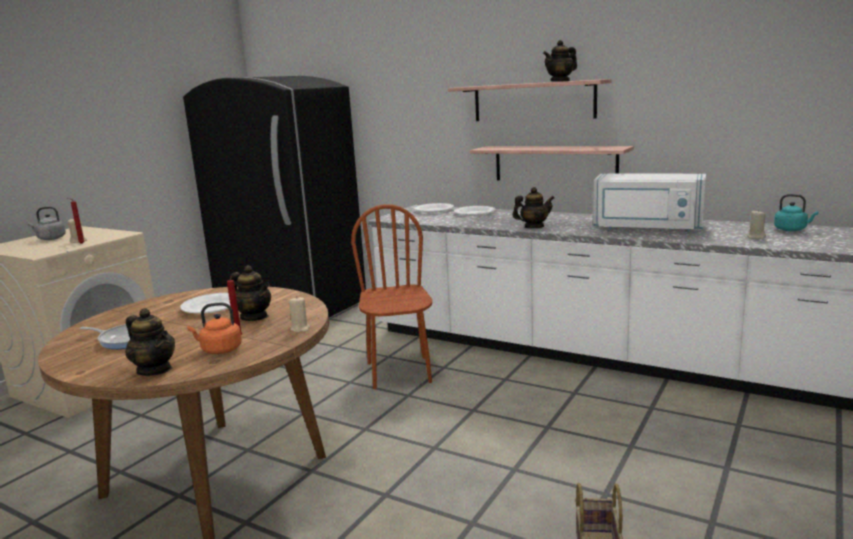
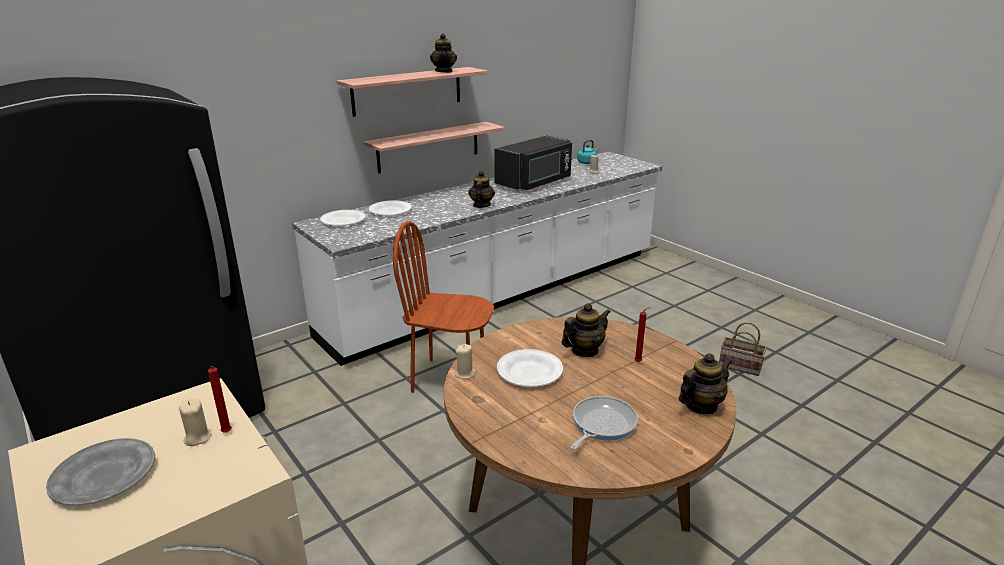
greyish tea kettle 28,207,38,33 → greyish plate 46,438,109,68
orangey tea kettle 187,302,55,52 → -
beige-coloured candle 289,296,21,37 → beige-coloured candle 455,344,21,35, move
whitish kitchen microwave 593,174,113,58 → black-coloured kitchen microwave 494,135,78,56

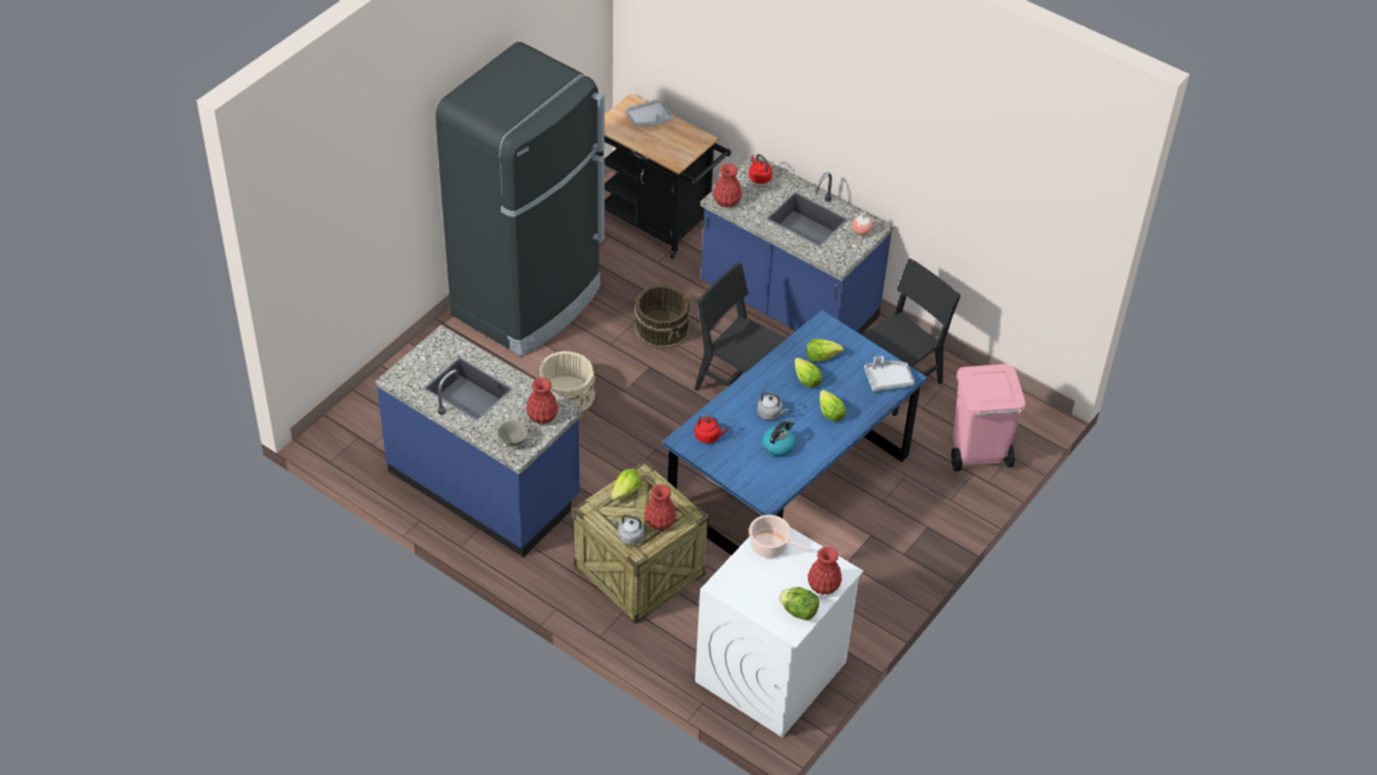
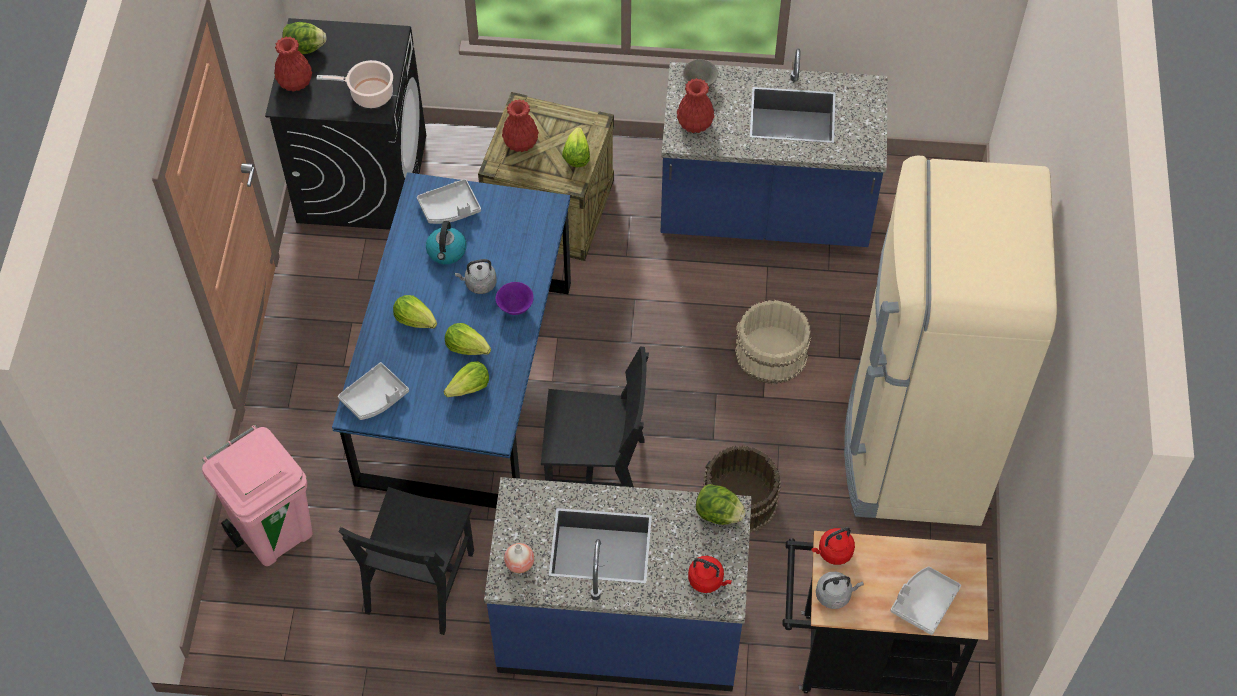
black-coloured kitchen fridge 436,42,169,314 → beige-coloured kitchen fridge 844,156,213,370
greyish tea kettle 613,514,31,31 → greyish tea kettle 816,572,48,37, move
reddish tea kettle 695,416,32,27 → reddish tea kettle 811,527,44,38, move
whitish washing machine 695,527,168,210 → black-coloured washing machine 265,18,161,212
reddish flower vase 713,164,29,43 → lettuce 696,484,50,41
- → greyish serving tray 417,179,64,45
- → purple bowl 495,282,38,33

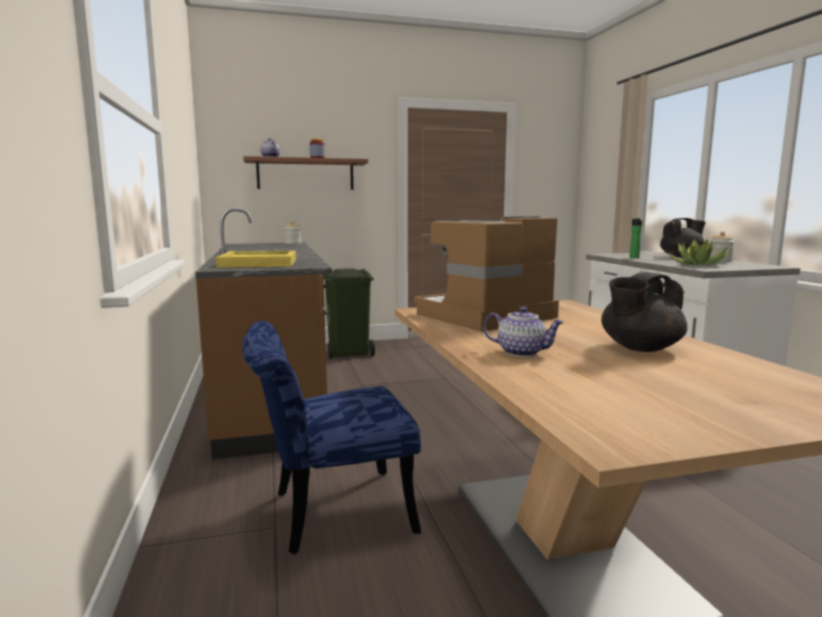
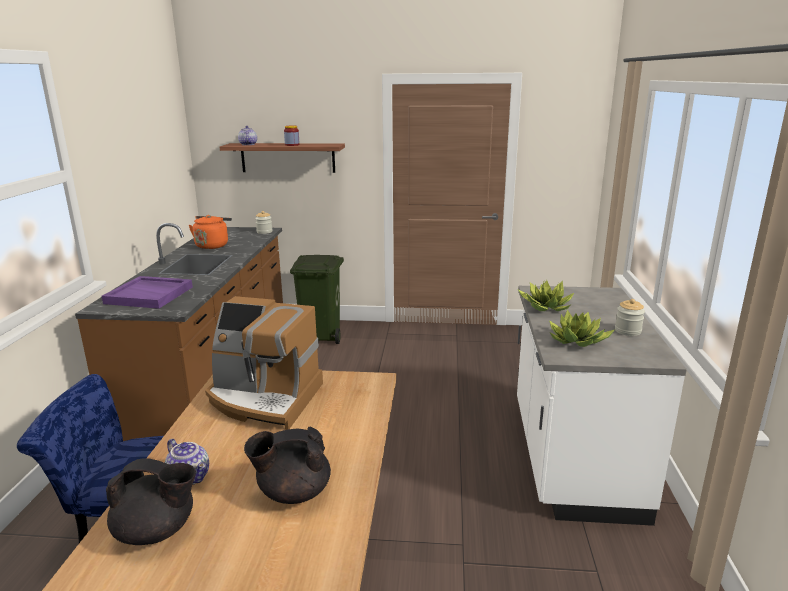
yellowish serving tray 216,251,80,17 → purple serving tray 102,276,91,33
coffee maker 414,216,145,116 → coffee maker 205,296,118,134, 150 degrees counterclockwise
bottle 629,218,13,40 → houseplant 518,280,56,31
black-coloured pot for tea 660,218,46,39 → black-coloured pot for tea 106,458,90,87, move
- → orangey tea kettle 189,215,43,34

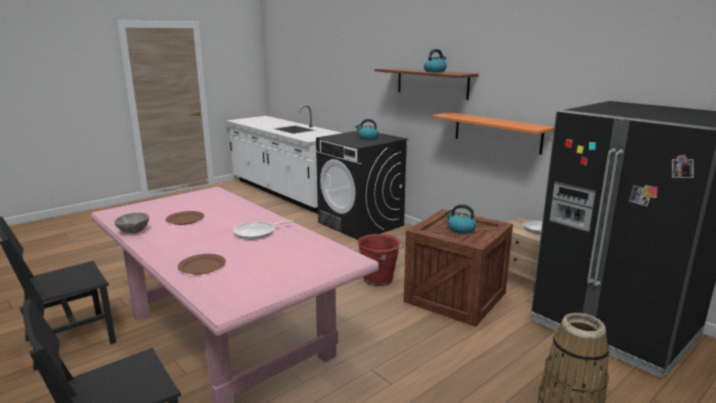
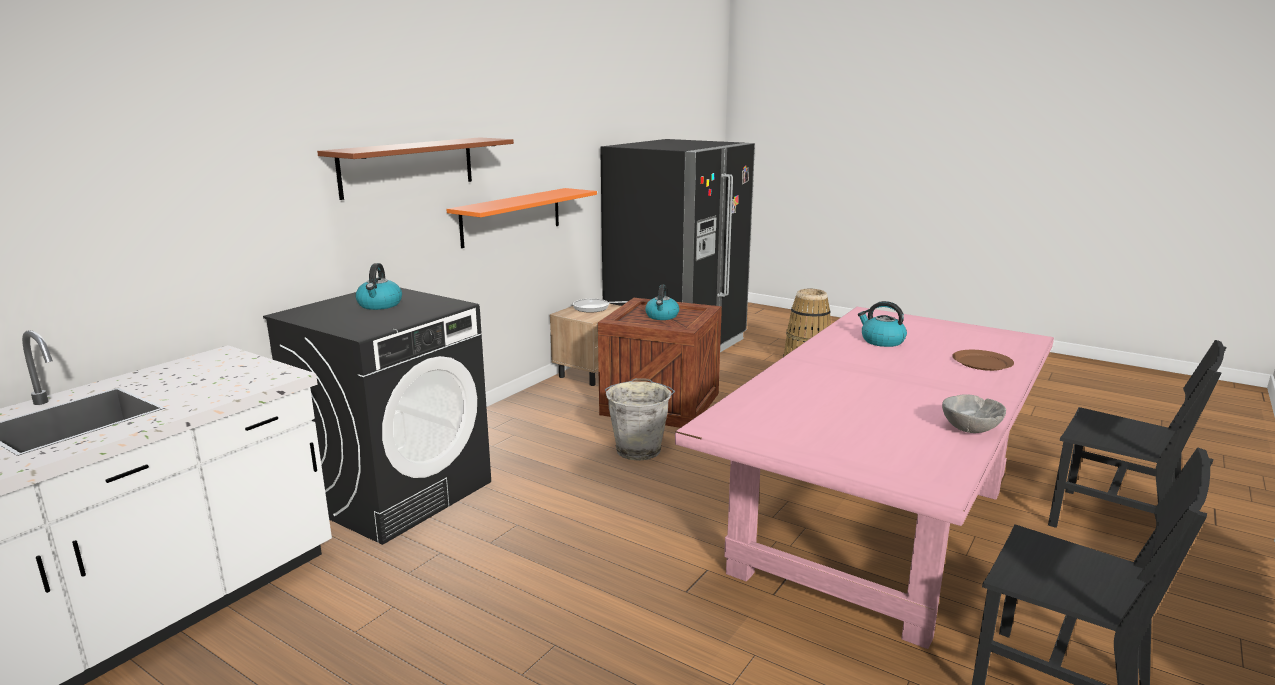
brownish plate 166,211,38,14 → -
skillet 233,220,60,20 → -
reddish water bucket 357,234,48,52 → greyish water bucket 605,378,70,83
tea kettle 424,49,23,23 → tea kettle 858,301,49,46, move

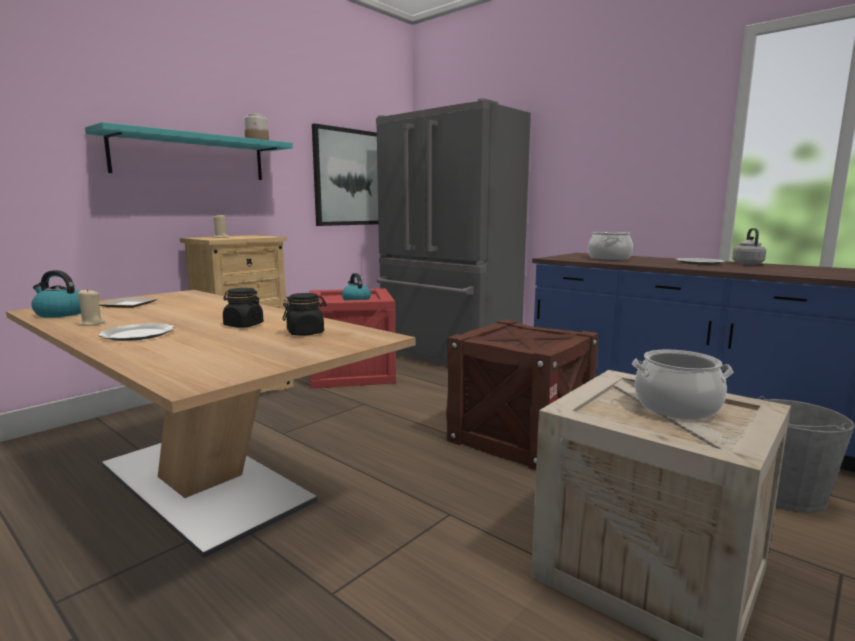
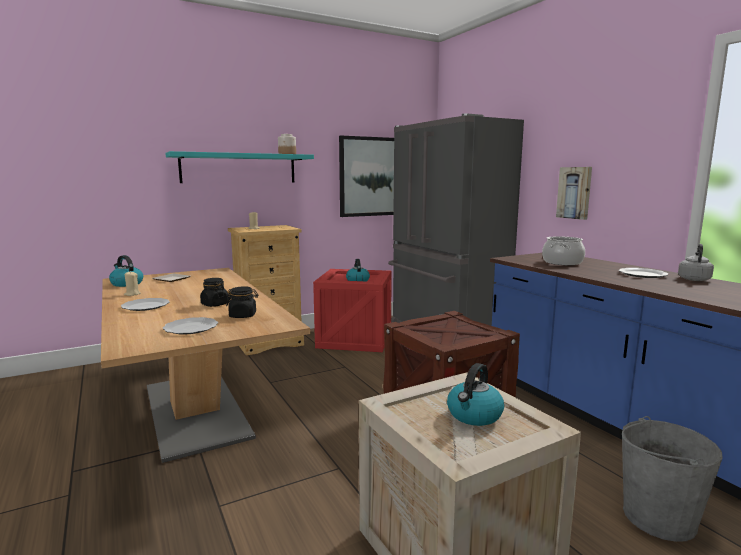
saucepot 632,350,101,69 → tea kettle 447,363,57,63
- → plate 163,317,55,17
- → picture 556,167,36,53

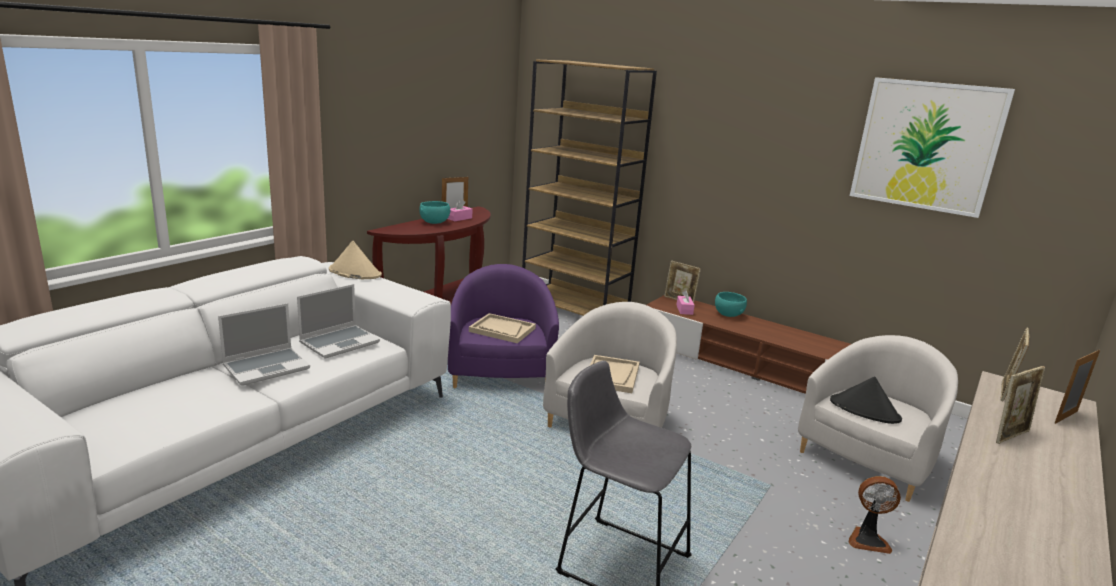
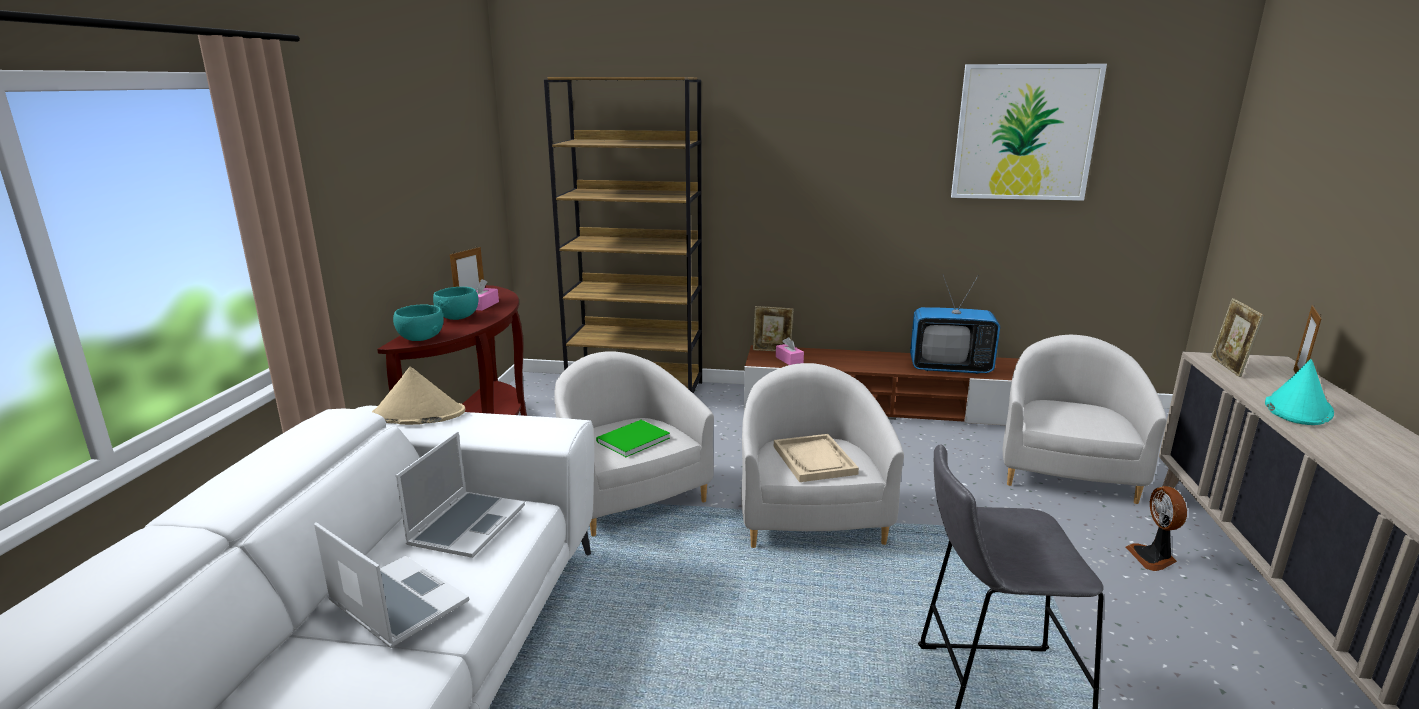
notebook computer 218,303,92,83 → notebook computer 314,522,155,126, 75 degrees counterclockwise
purple armchair 448,264,111,124 → whitish armchair 554,351,160,185
beige-coloured serving tray 469,313,67,30 → green bound book 596,420,74,37
turquoise bowl 715,292,32,25 → turquoise bowl 393,305,50,36, move
black-coloured clothing hat 830,376,72,48 → -
cooling fan 849,476,52,78 → cooling fan 1126,486,61,85, 105 degrees clockwise
standing frame 996,366,49,78 → turquoise clothing hat 1265,359,69,66
- → TV set 910,274,90,100

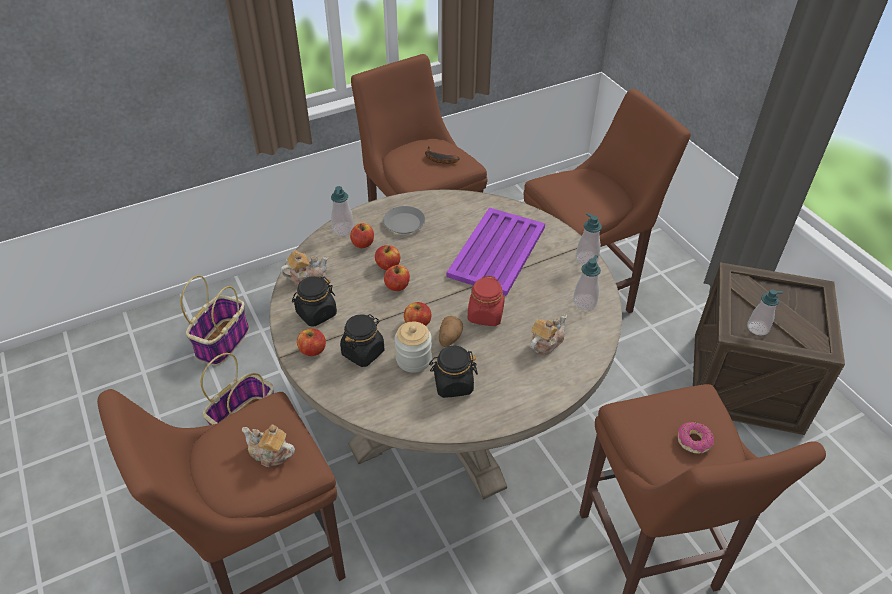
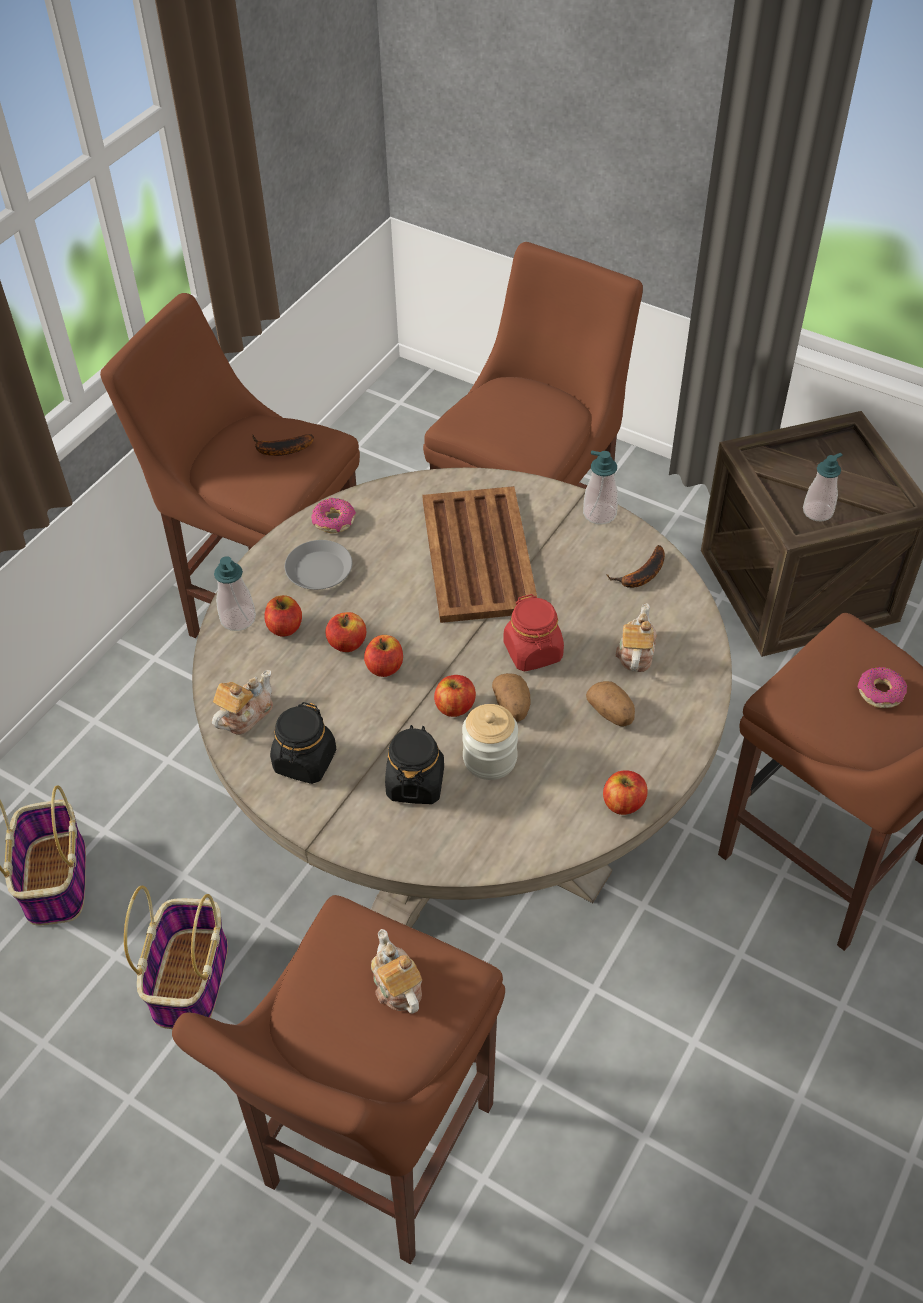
pot for tea 242,425,53,42 → pot for tea 371,929,51,84, 75 degrees clockwise
apple fruit 297,328,29,28 → apple fruit 603,770,45,45, move
black-coloured storage jar 429,345,49,53 → -
purple serving tray 446,207,99,89 → brownish serving tray 422,486,115,137
soap dispenser 573,255,28,55 → banana 607,545,58,43
- → doughnut 311,498,45,35
- → potato 586,681,49,45

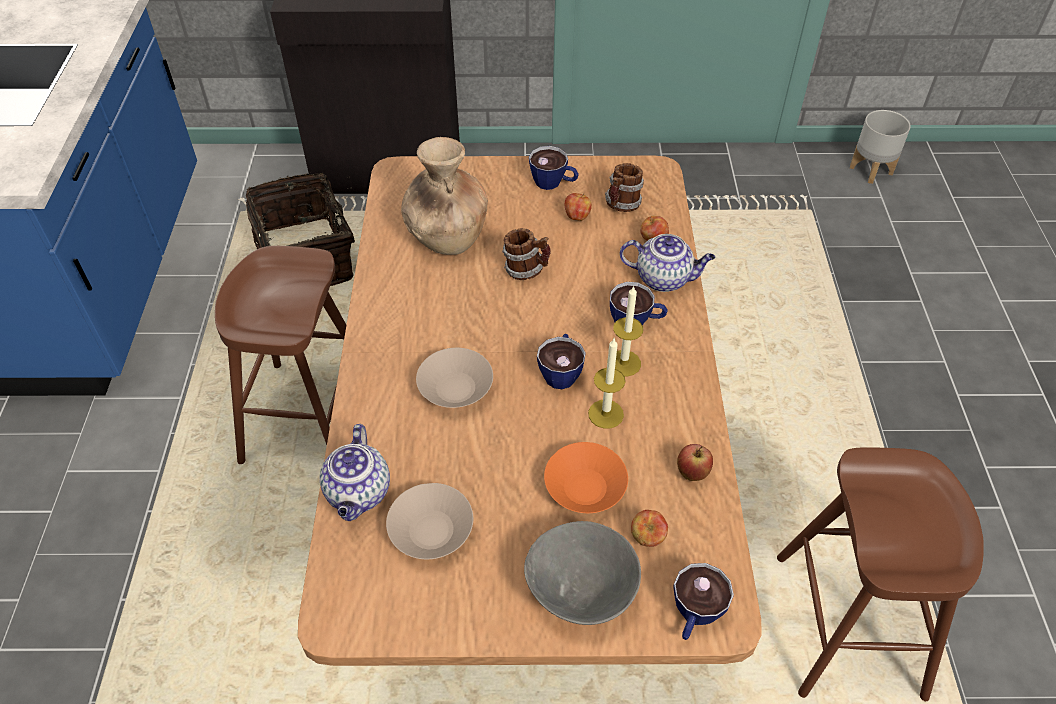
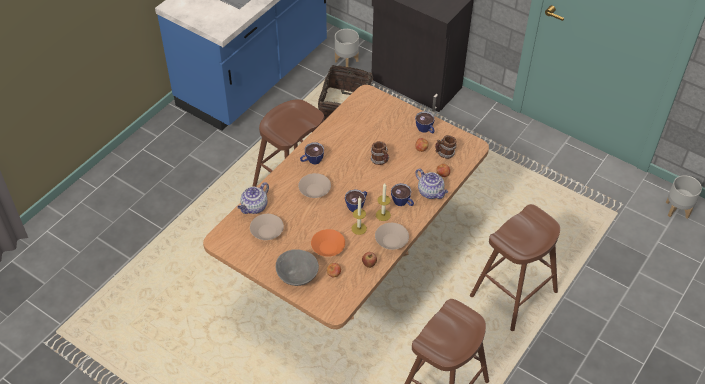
brownish flower vase 401,137,87,118 → -
small cup 673,563,61,77 → small cup 300,142,24,22, move
- → greyish flower pot 335,29,24,38
- → beige-coloured bowl 375,223,34,27
- → brownish sitting stool 470,204,90,127

